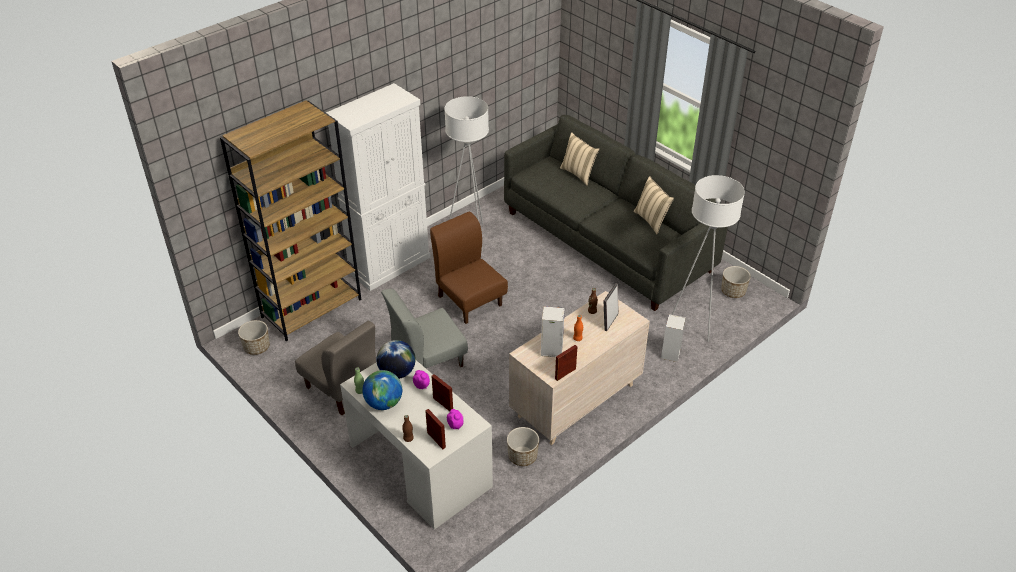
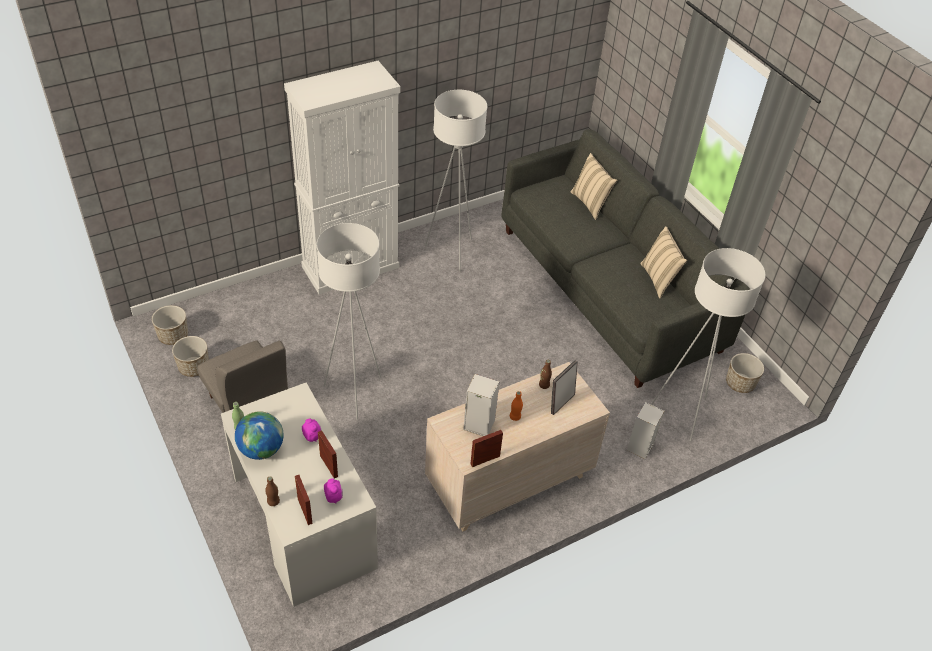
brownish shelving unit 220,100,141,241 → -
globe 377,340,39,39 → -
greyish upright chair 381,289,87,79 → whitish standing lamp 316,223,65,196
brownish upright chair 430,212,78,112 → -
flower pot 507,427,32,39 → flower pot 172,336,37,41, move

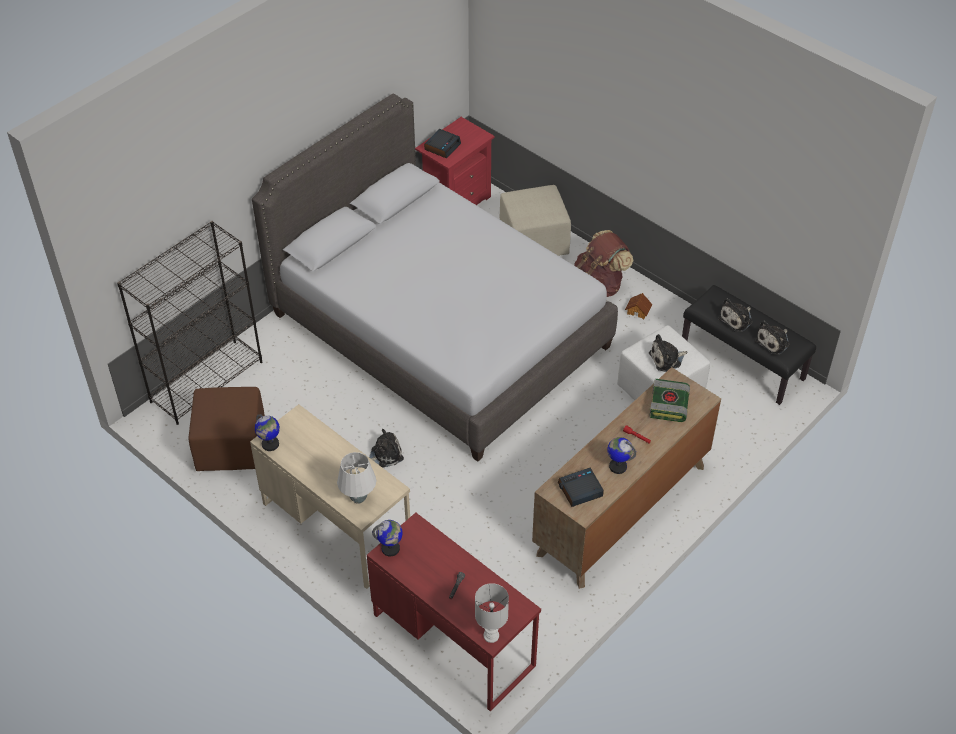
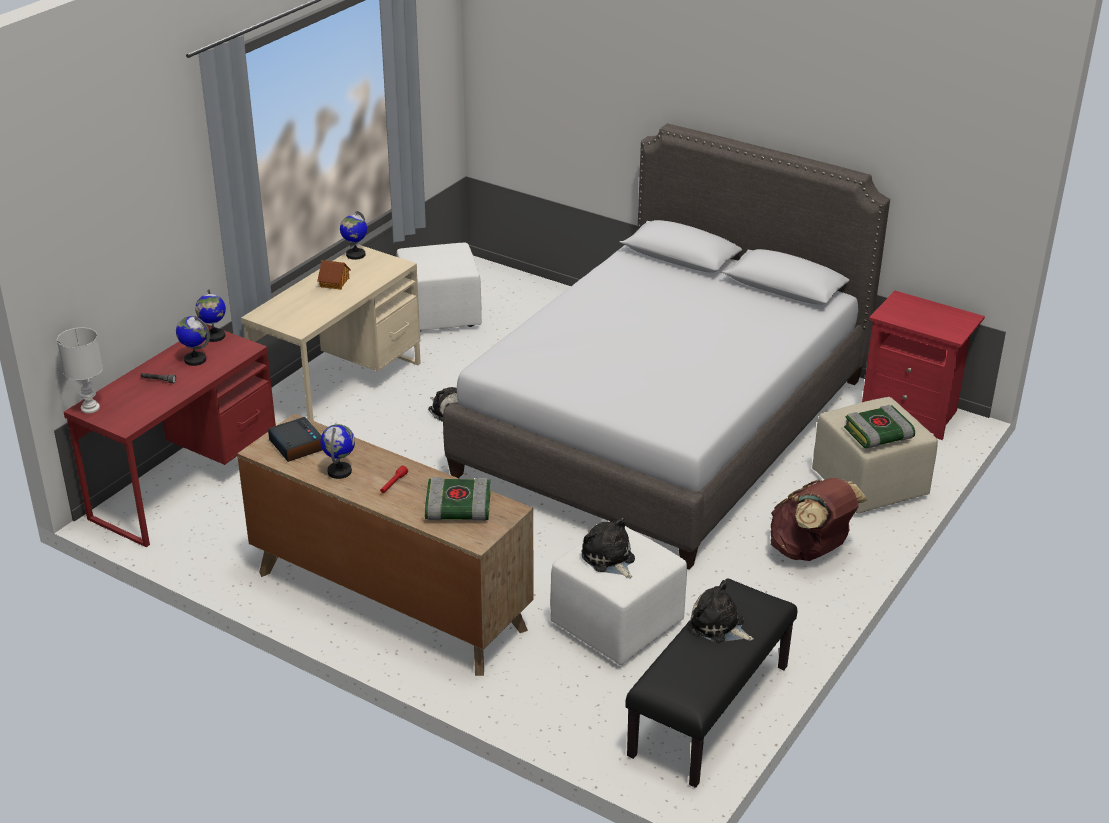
black-coloured shelving unit 117,221,145,204 → -
brownish footrest 188,387,77,84 → whitish footrest 397,243,85,88
whitish tabletop lamp 337,452,39,52 → -
alarm clock 424,129,37,30 → -
model house 625,293,27,26 → model house 317,260,34,30, move
soft toy 755,321,35,34 → -
- → globe 176,316,34,50
- → bound book 844,405,71,43

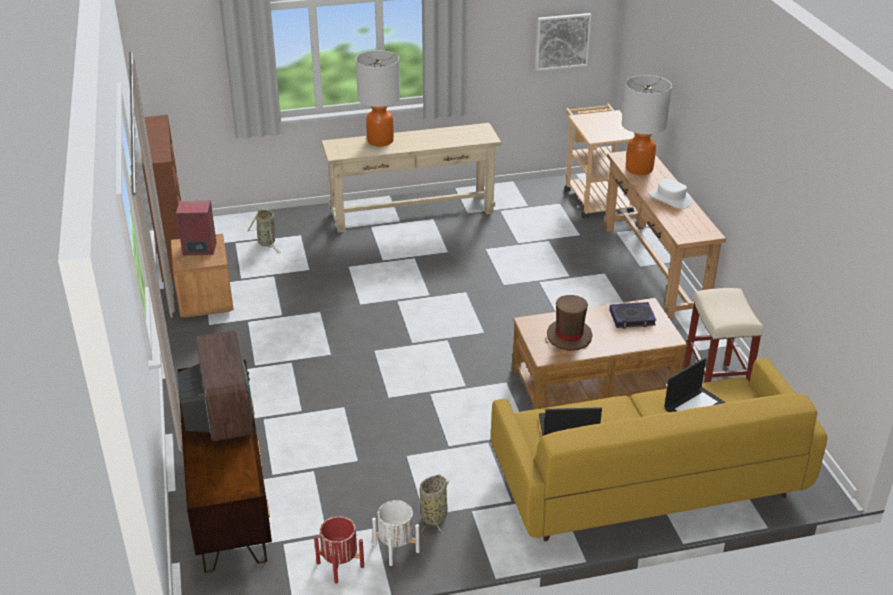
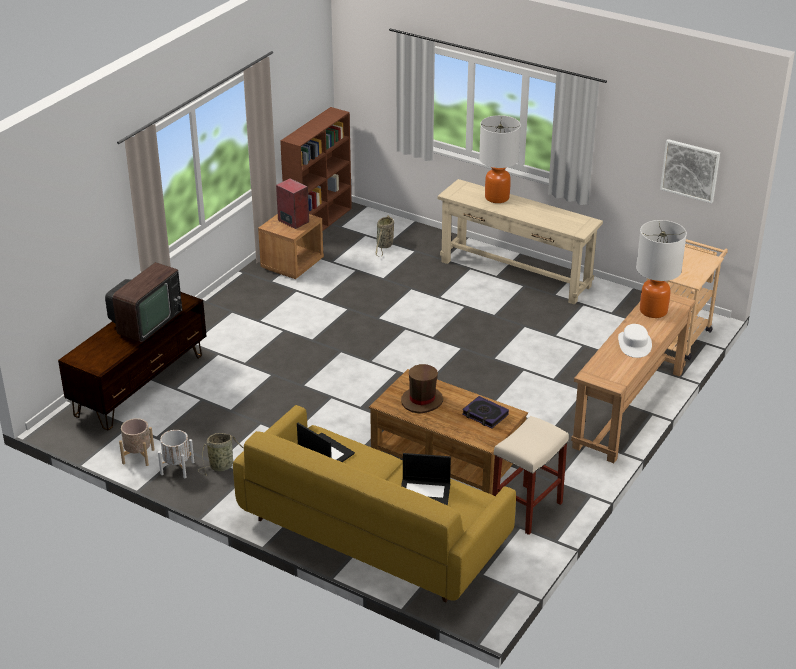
reddish flower pot 314,516,50,68 → beige-coloured flower pot 119,418,36,48

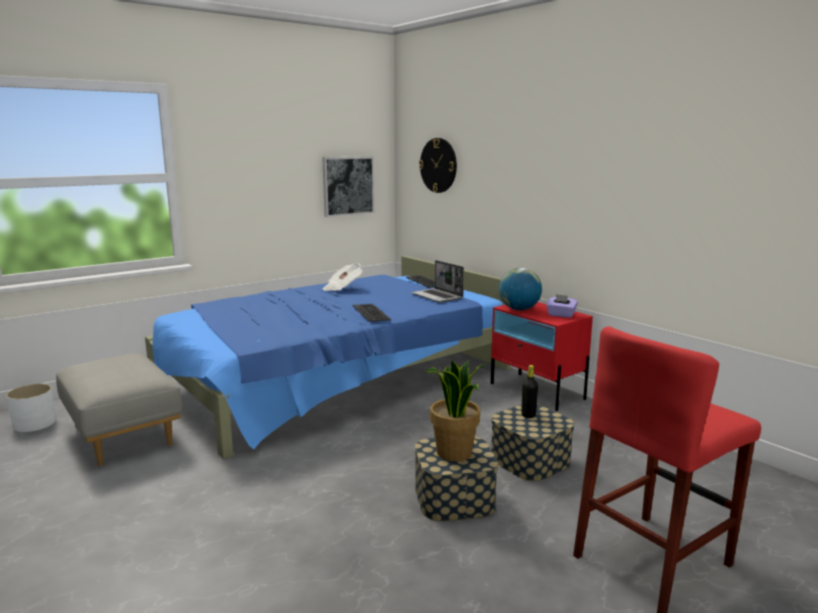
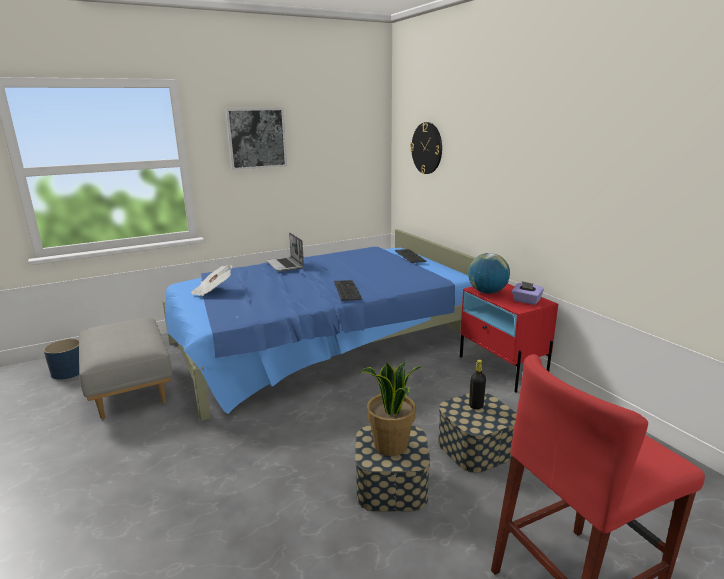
whitish flower pot 6,384,50,48 → blue-coloured flower pot 44,339,35,40
picture 322,156,53,61 → picture 225,108,62,62, move
newspaper 323,263,40,28 → newspaper 191,265,42,31, move
notebook computer 411,260,53,43 → notebook computer 266,232,38,39, move

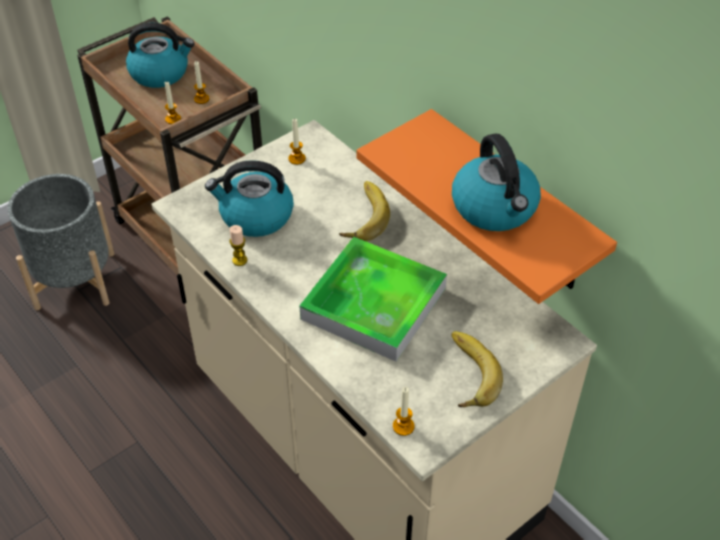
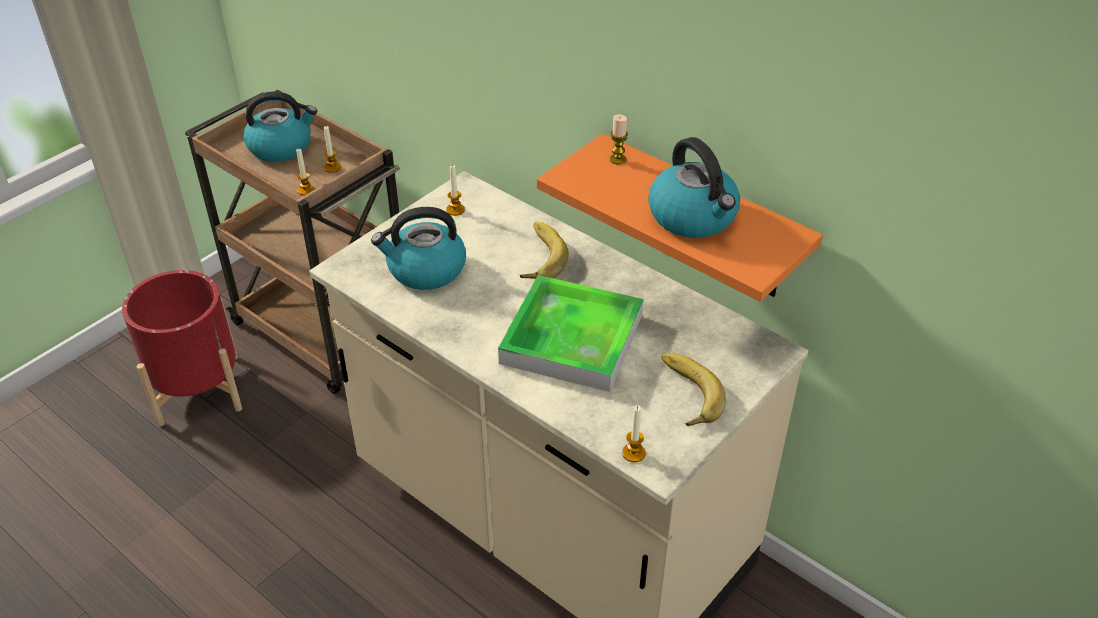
greyish flower pot 7,174,107,136 → reddish flower pot 122,270,120,156
candle 230,225,18,41 → candle 610,114,18,50, move

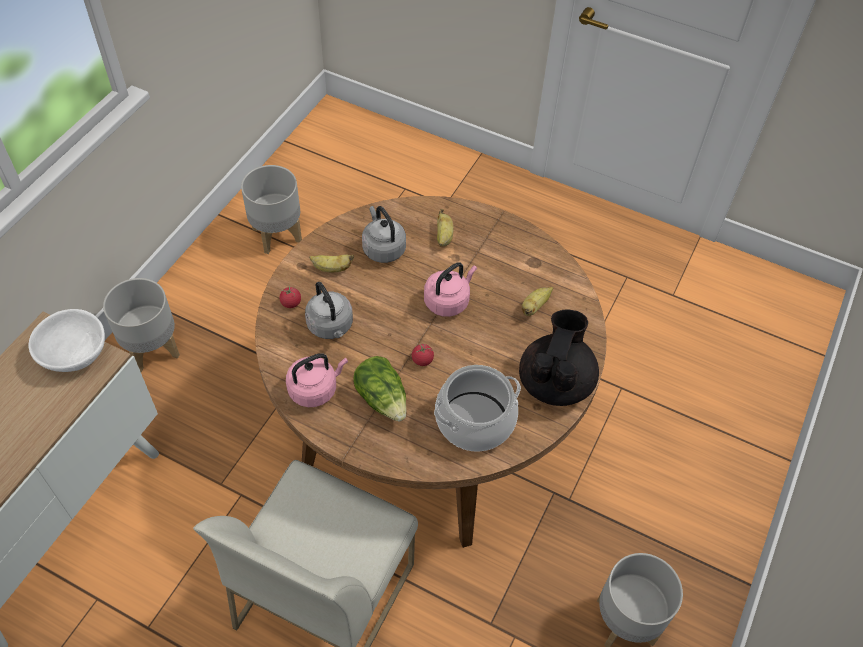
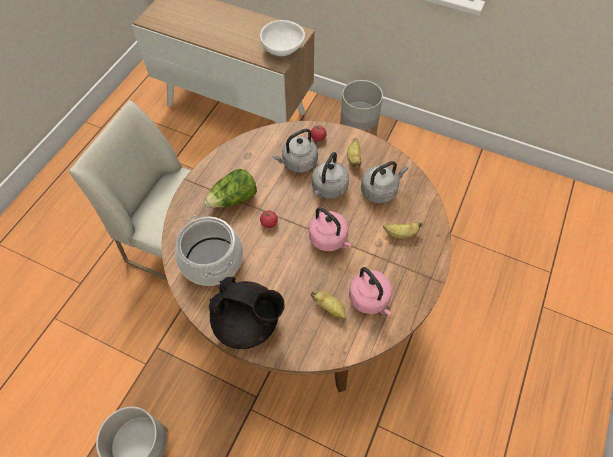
greyish flower pot 241,165,61,89 → -
pinkish tea kettle 286,353,62,54 → pinkish tea kettle 349,267,43,49, move
- → greyish tea kettle 312,152,37,47

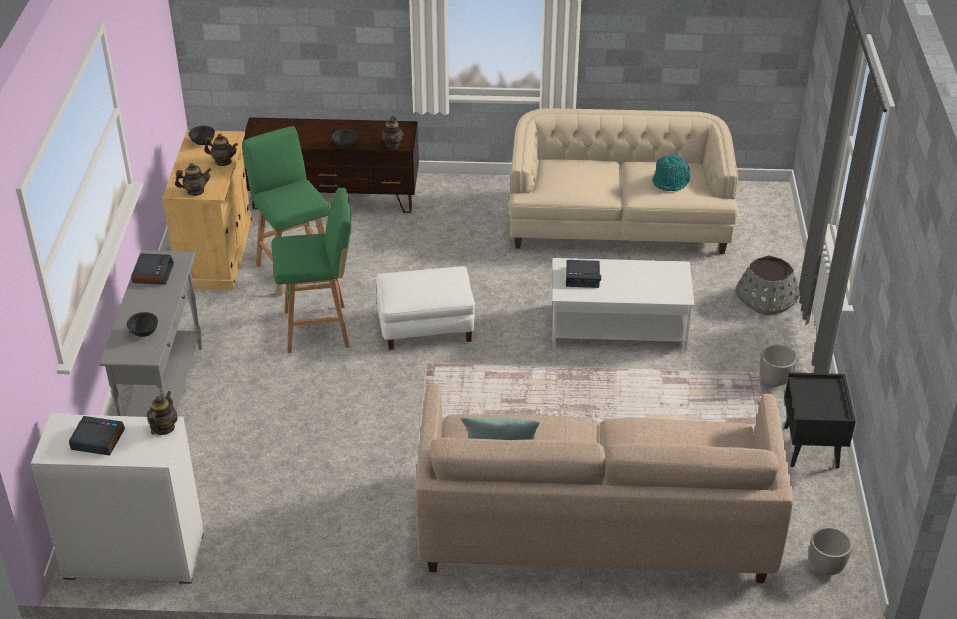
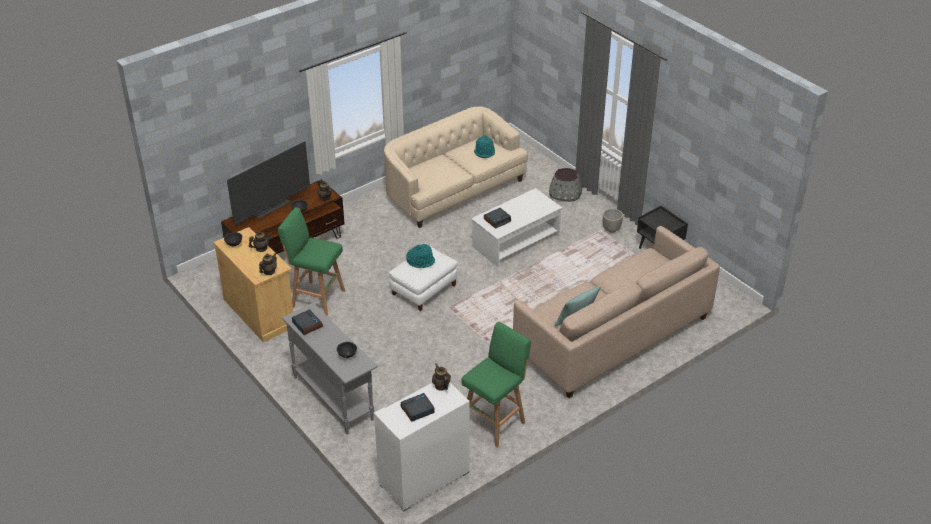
green sitting stool 271,188,81,165 → green sitting stool 461,322,70,126, move
flower pot 809,527,43,48 → -
- → TV set 227,141,83,85
- → turquoise clothing hat 406,244,29,24

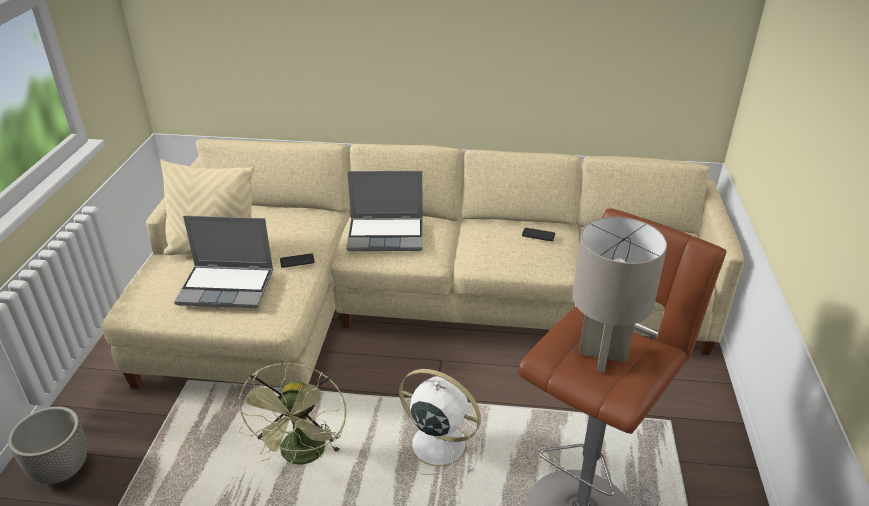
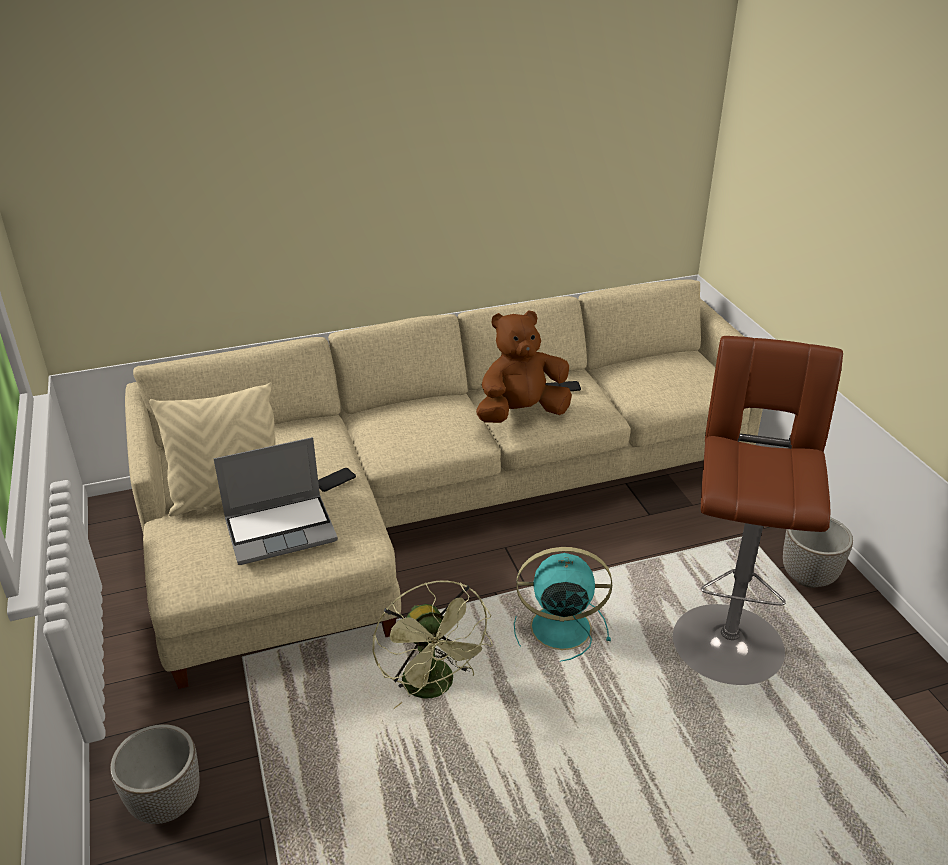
notebook computer 346,171,77,80 → -
whitish cooling fan 394,369,87,106 → turquoise cooling fan 514,547,98,115
greyish tabletop lamp 573,217,94,155 → -
- → brownish soft toy 476,310,96,113
- → flower pot 783,517,70,71

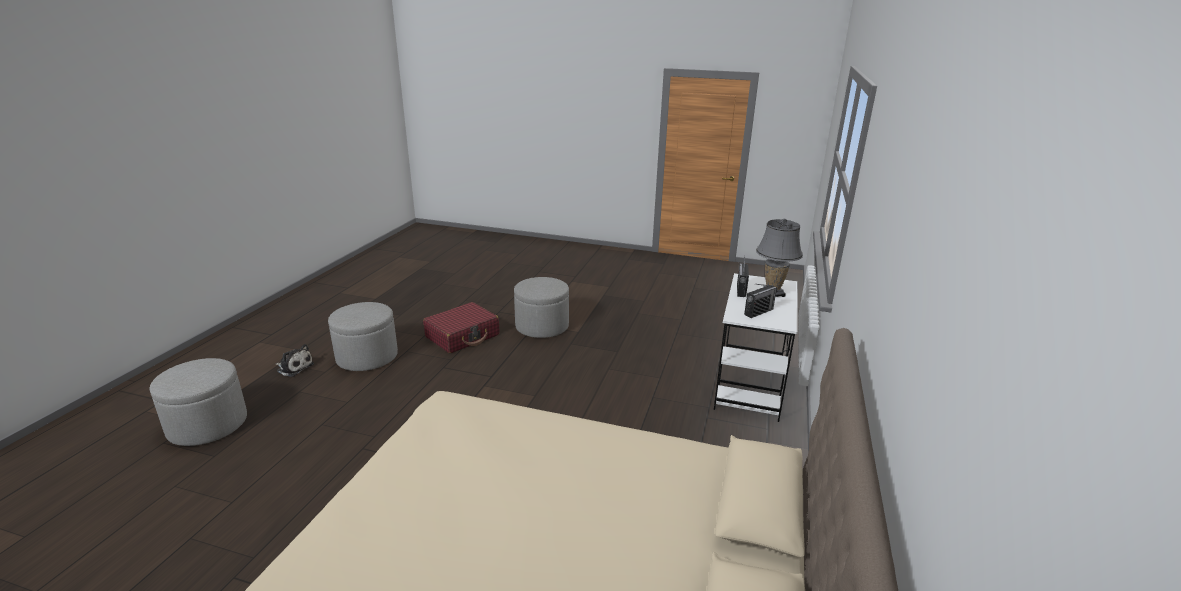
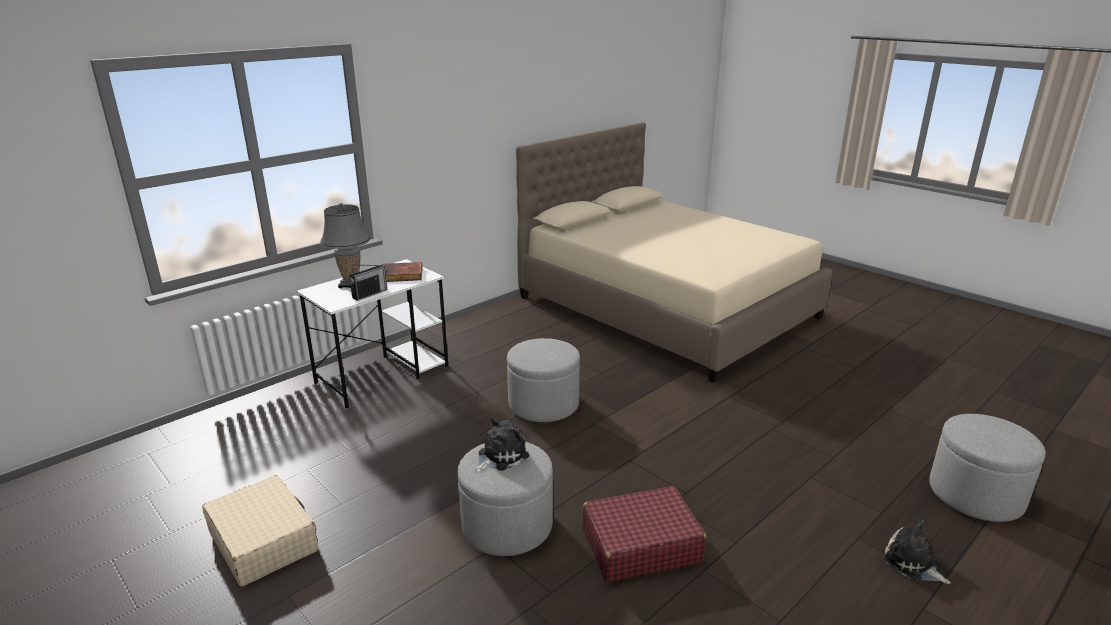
greyish footrest 328,302,70,69 → greyish footrest 507,338,73,84, move
radio set 744,284,34,34 → bound book 381,262,42,20
- → beige-coloured suitcase 202,475,116,112
- → soft toy 474,417,55,56

